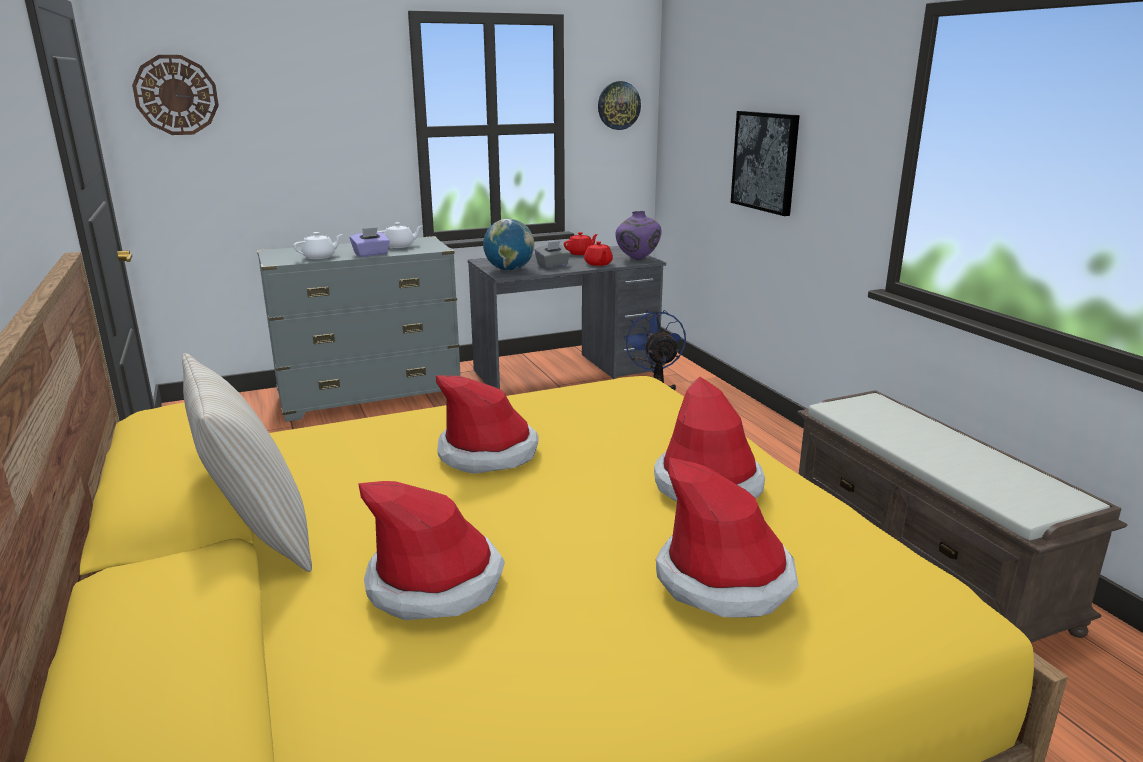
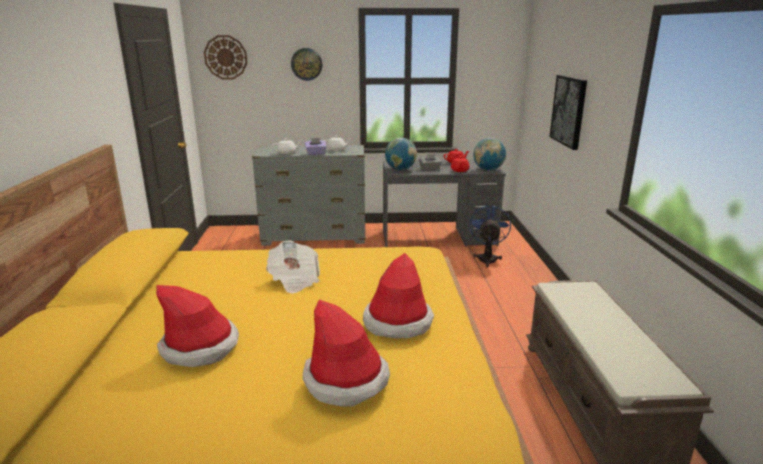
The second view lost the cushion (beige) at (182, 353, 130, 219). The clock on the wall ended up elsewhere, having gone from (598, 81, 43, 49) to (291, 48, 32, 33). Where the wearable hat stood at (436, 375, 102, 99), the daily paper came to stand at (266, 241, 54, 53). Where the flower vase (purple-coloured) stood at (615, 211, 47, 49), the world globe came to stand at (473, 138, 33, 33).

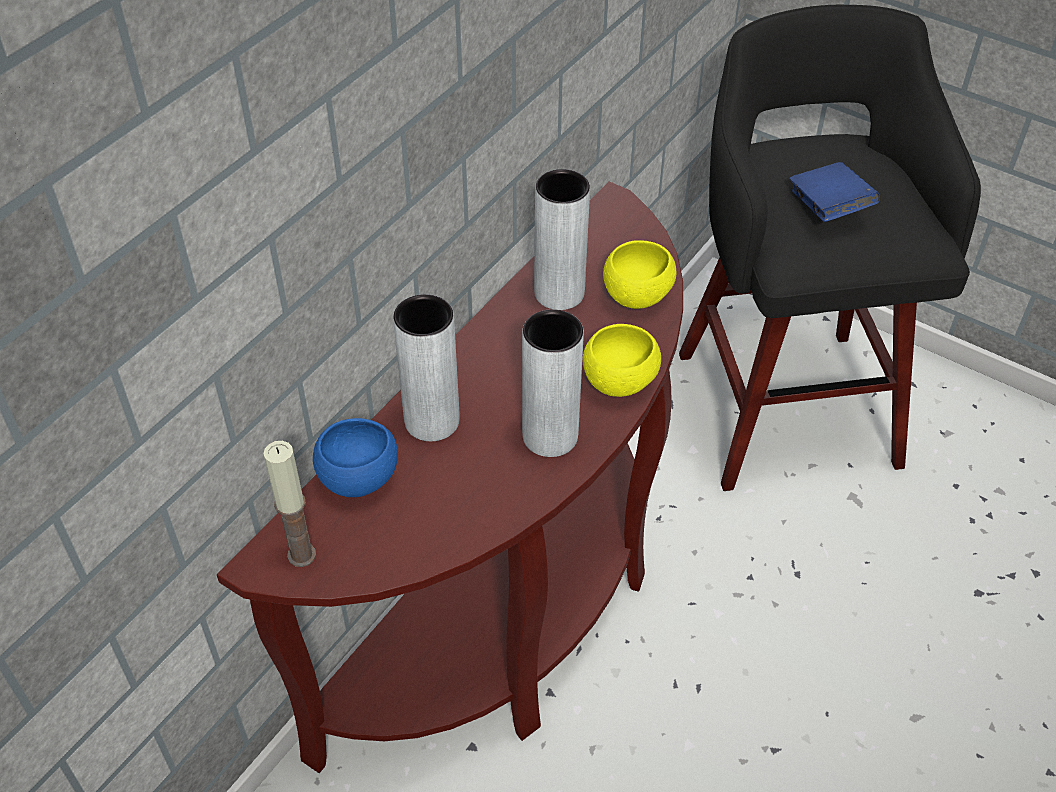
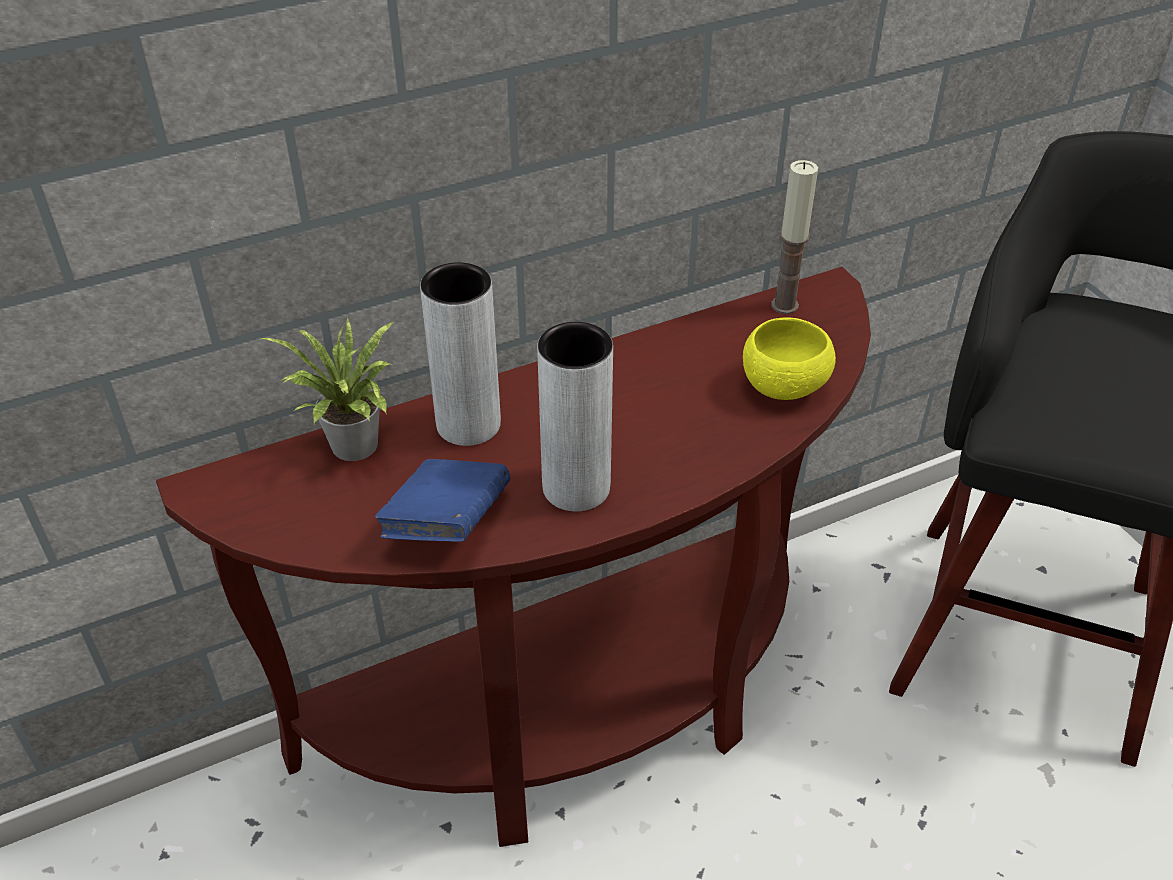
The second view lost the flower vase (greyish) at (534, 169, 56, 141). The second view lost the serving bowl (yellow-coloured) at (583, 324, 78, 73). The candle ended up elsewhere, having gone from (263, 441, 53, 126) to (771, 160, 47, 154). The book (bluish) ended up elsewhere, having gone from (790, 162, 90, 60) to (375, 459, 135, 83). Where the serving bowl (bluish) stood at (313, 418, 85, 79), the plant in a pot came to stand at (261, 317, 132, 144).

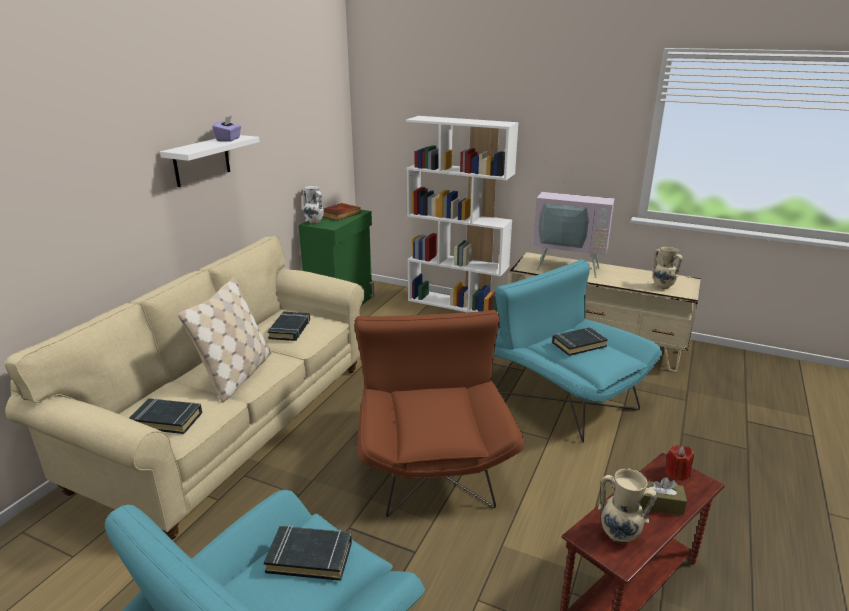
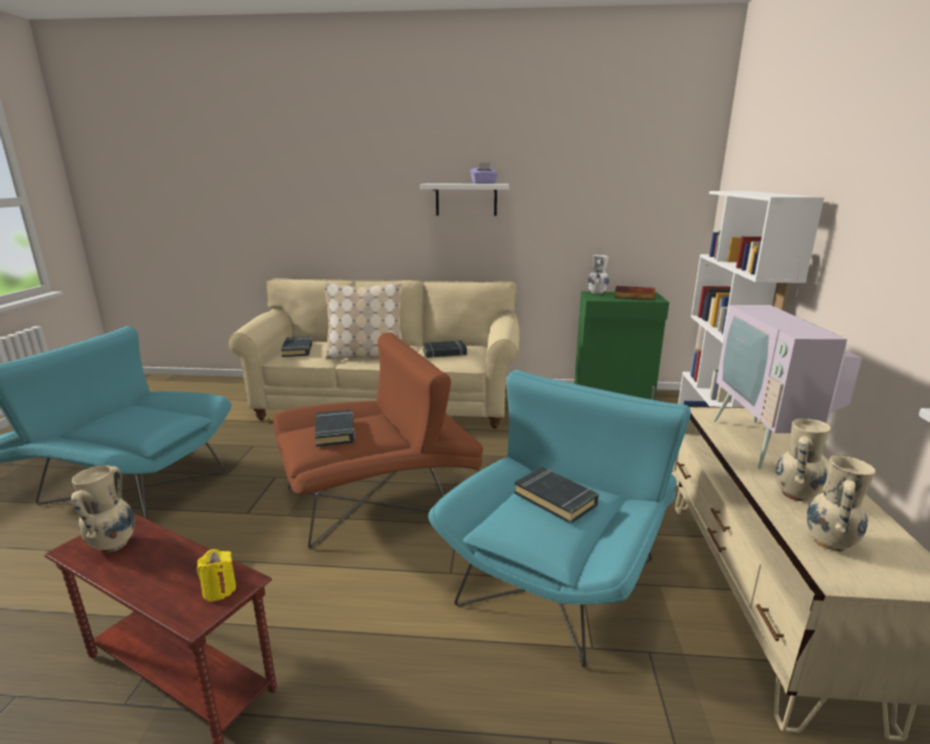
The second view lost the tissue holder (brown-coloured) at (640, 477, 47, 39). The second view gained the flower vase (beige) at (775, 418, 56, 83). The book (black-coloured) ended up elsewhere, having gone from (264, 525, 88, 56) to (315, 410, 40, 37). What was the candle (red) at (666, 445, 28, 35) turned into the candle (yellow-coloured) at (197, 549, 39, 53).

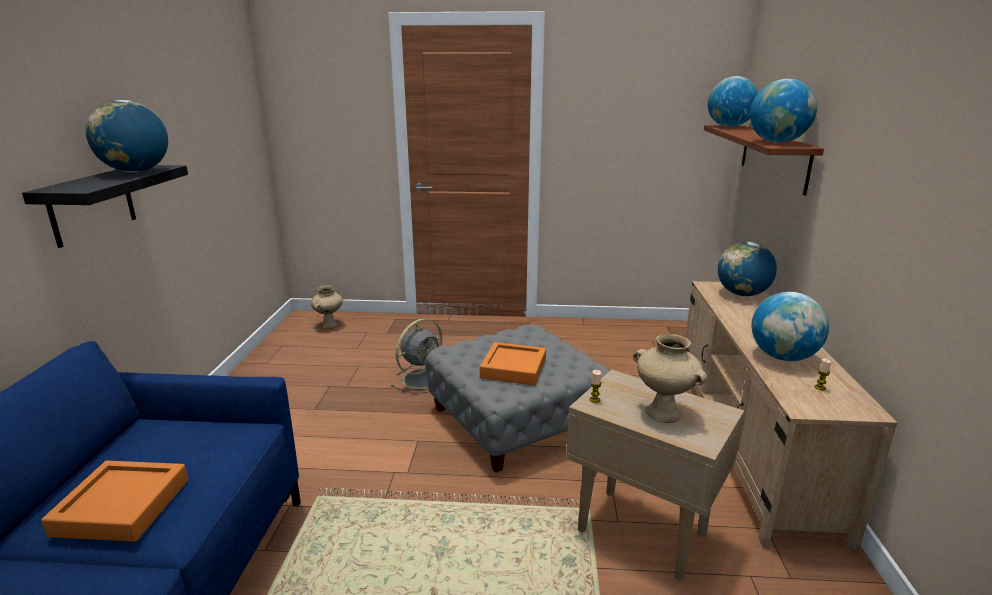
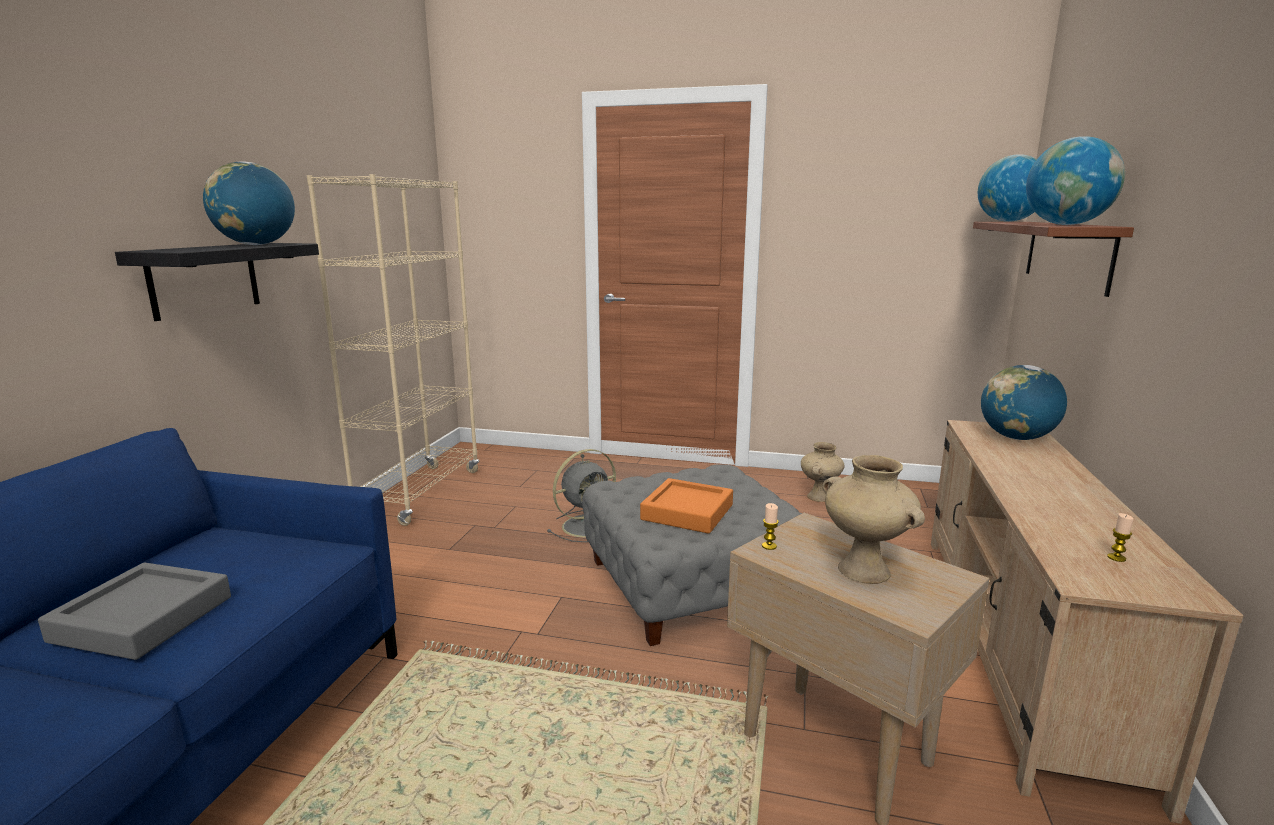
The second view lost the world globe at (751, 292, 78, 69). The second view gained the bookshelf (beige) at (307, 174, 172, 352). The flower vase (beige) ended up elsewhere, having gone from (311, 285, 32, 44) to (801, 442, 44, 60). What was the carrying tray (orange) at (41, 461, 147, 81) turned into the carrying tray (greyish) at (38, 562, 193, 98).

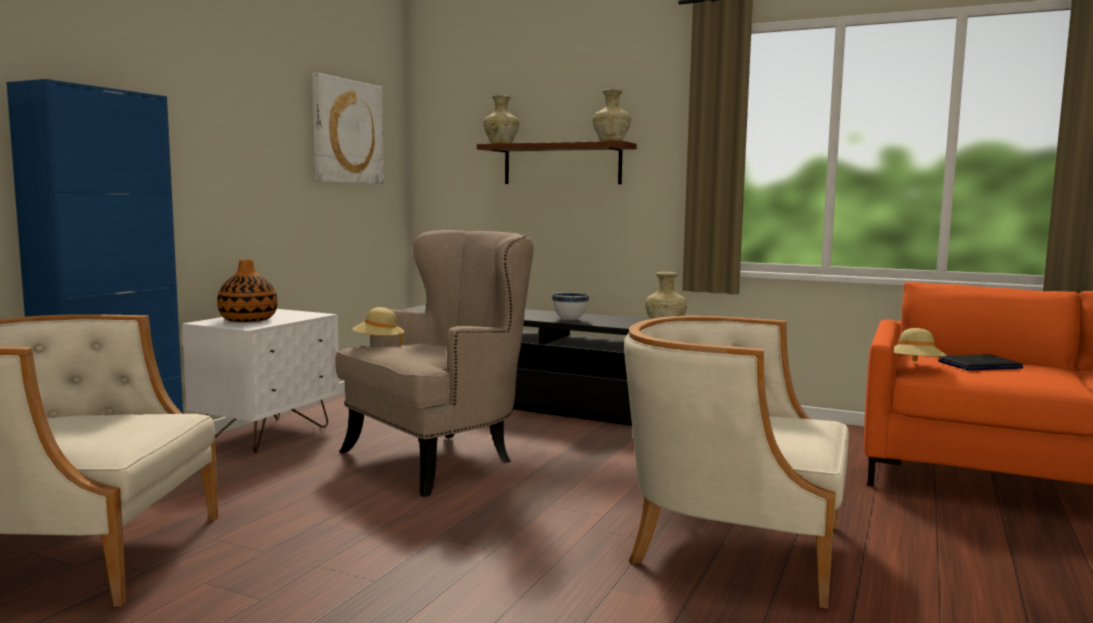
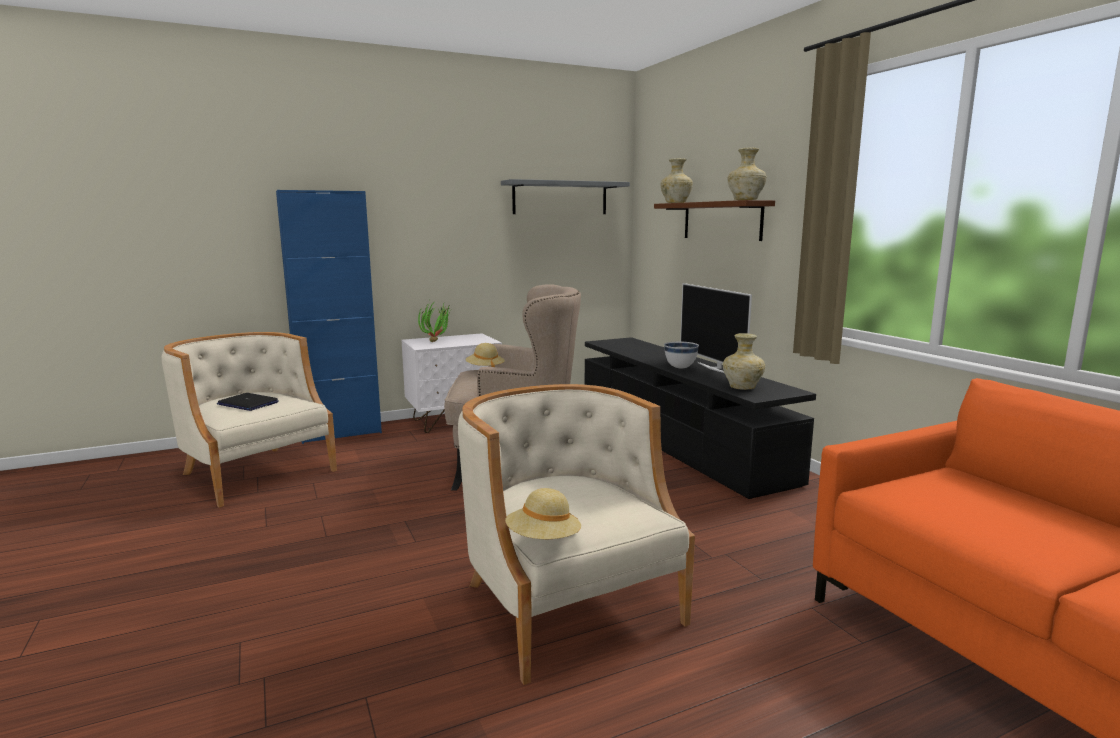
The second view gained the TV at (680, 283, 72, 90). The wearable hat (beige) ended up elsewhere, having gone from (893, 328, 54, 34) to (505, 488, 76, 51). The notebook computer ended up elsewhere, having gone from (938, 354, 85, 17) to (217, 393, 62, 18). Where the flower vase stood at (217, 259, 61, 63), the plant in a pot came to stand at (418, 301, 32, 41). Where the picture hung at (312, 73, 72, 111), the wall shelf (greyish) came to hang at (501, 179, 129, 35).

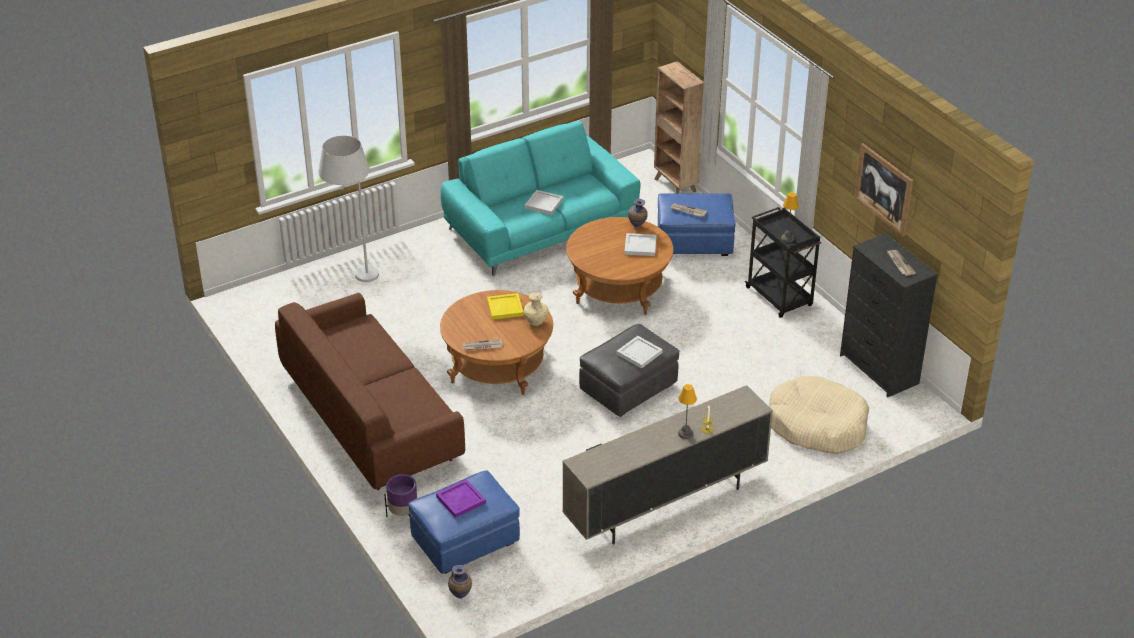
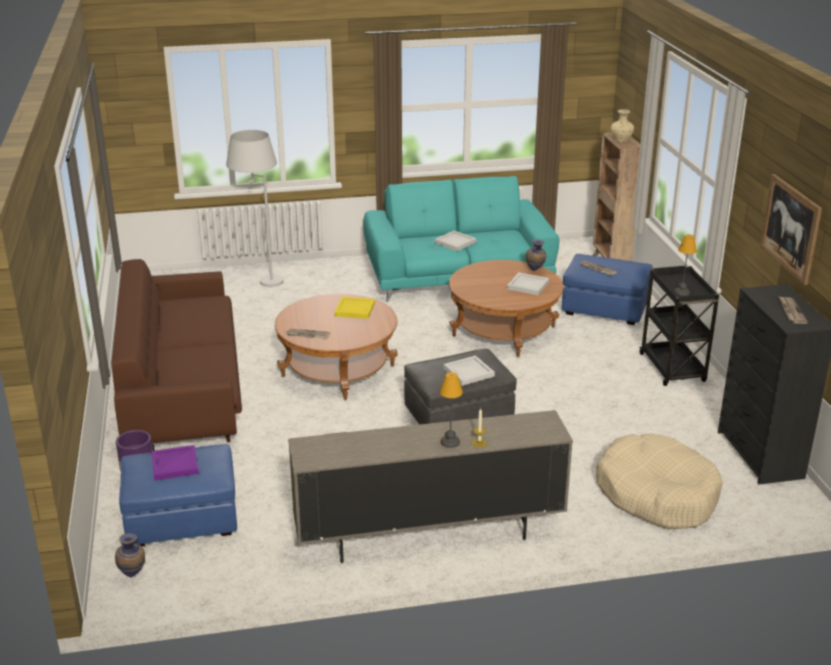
The flower vase (beige) ended up elsewhere, having gone from (524, 292, 24, 34) to (611, 109, 23, 33).

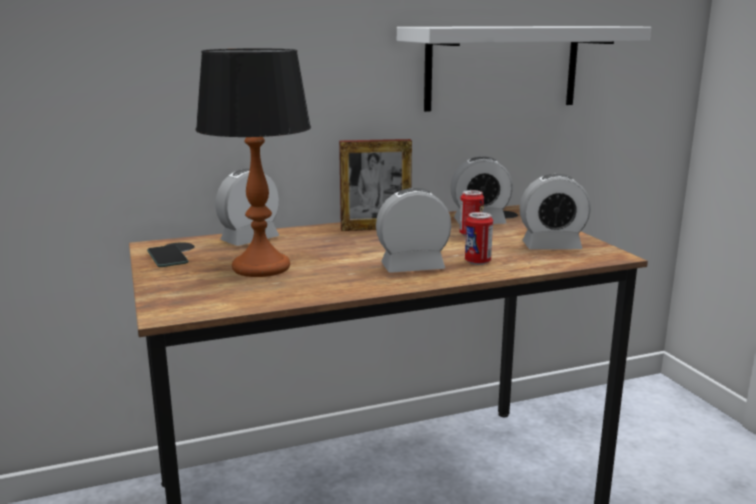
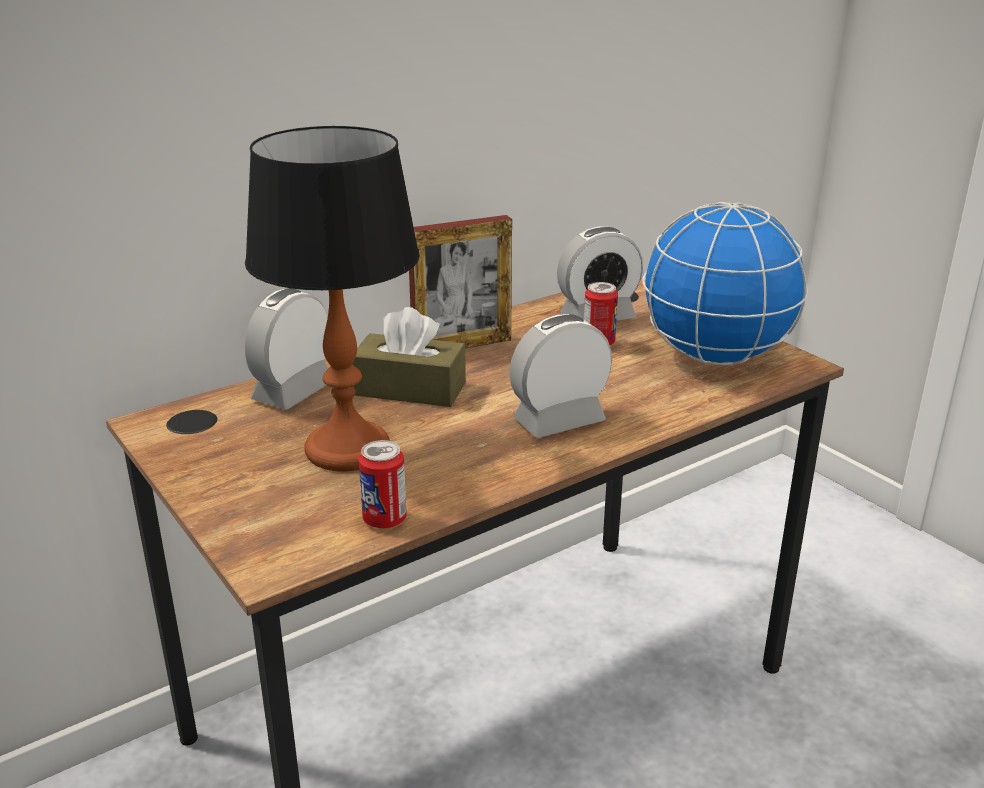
The second view lost the telephone at (147, 245, 41, 22). The second view lost the wall shelf (white-coloured) at (397, 26, 254, 86). The second view gained the tissue holder (brown-coloured) at (352, 307, 114, 100). The sealed can ended up elsewhere, having gone from (465, 212, 28, 53) to (359, 440, 48, 89). Where the table clock stood at (520, 174, 71, 76), the world globe came to stand at (642, 202, 166, 163).

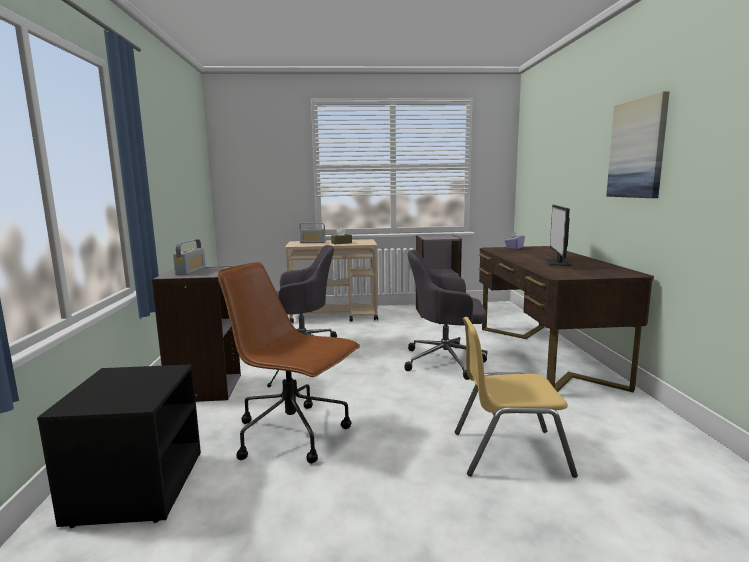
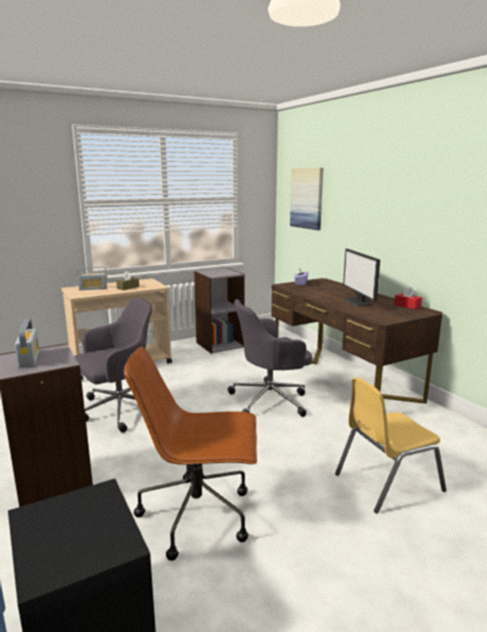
The second view gained the tissue holder (red) at (394, 287, 28, 22). The picture ended up elsewhere, having gone from (606, 91, 64, 107) to (290, 168, 33, 62).

